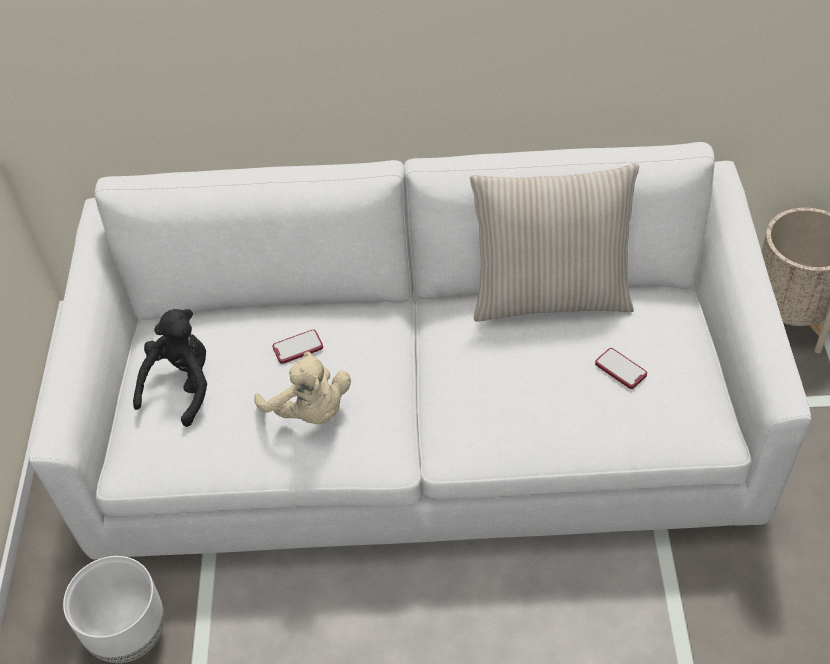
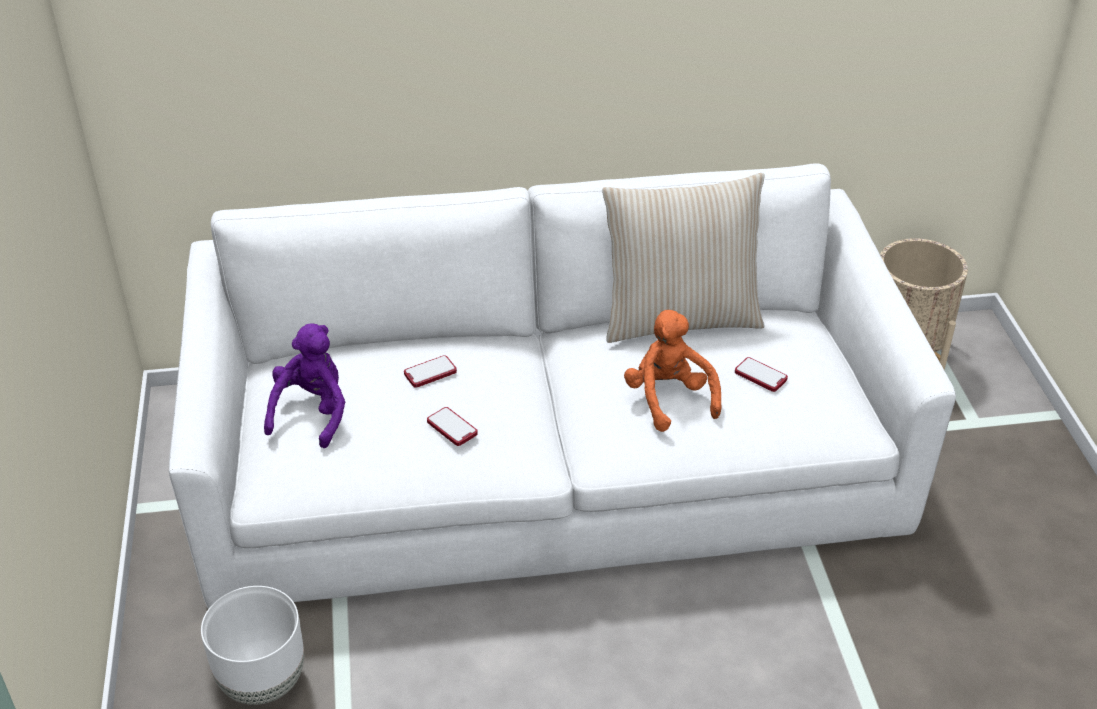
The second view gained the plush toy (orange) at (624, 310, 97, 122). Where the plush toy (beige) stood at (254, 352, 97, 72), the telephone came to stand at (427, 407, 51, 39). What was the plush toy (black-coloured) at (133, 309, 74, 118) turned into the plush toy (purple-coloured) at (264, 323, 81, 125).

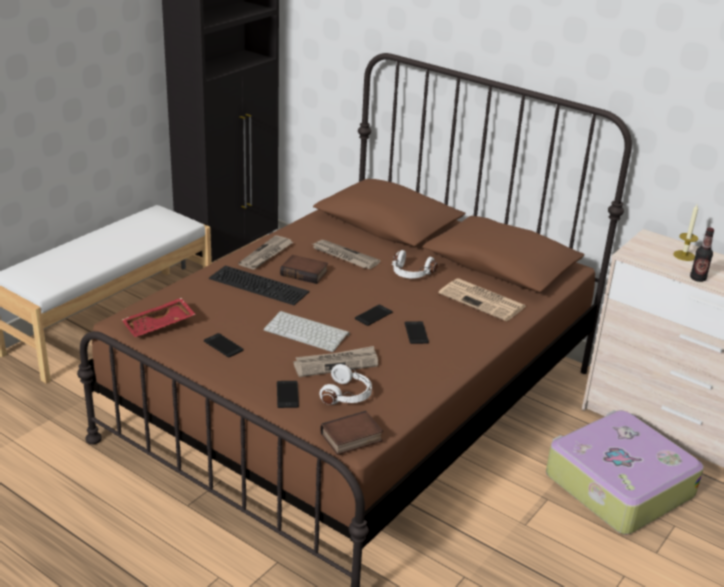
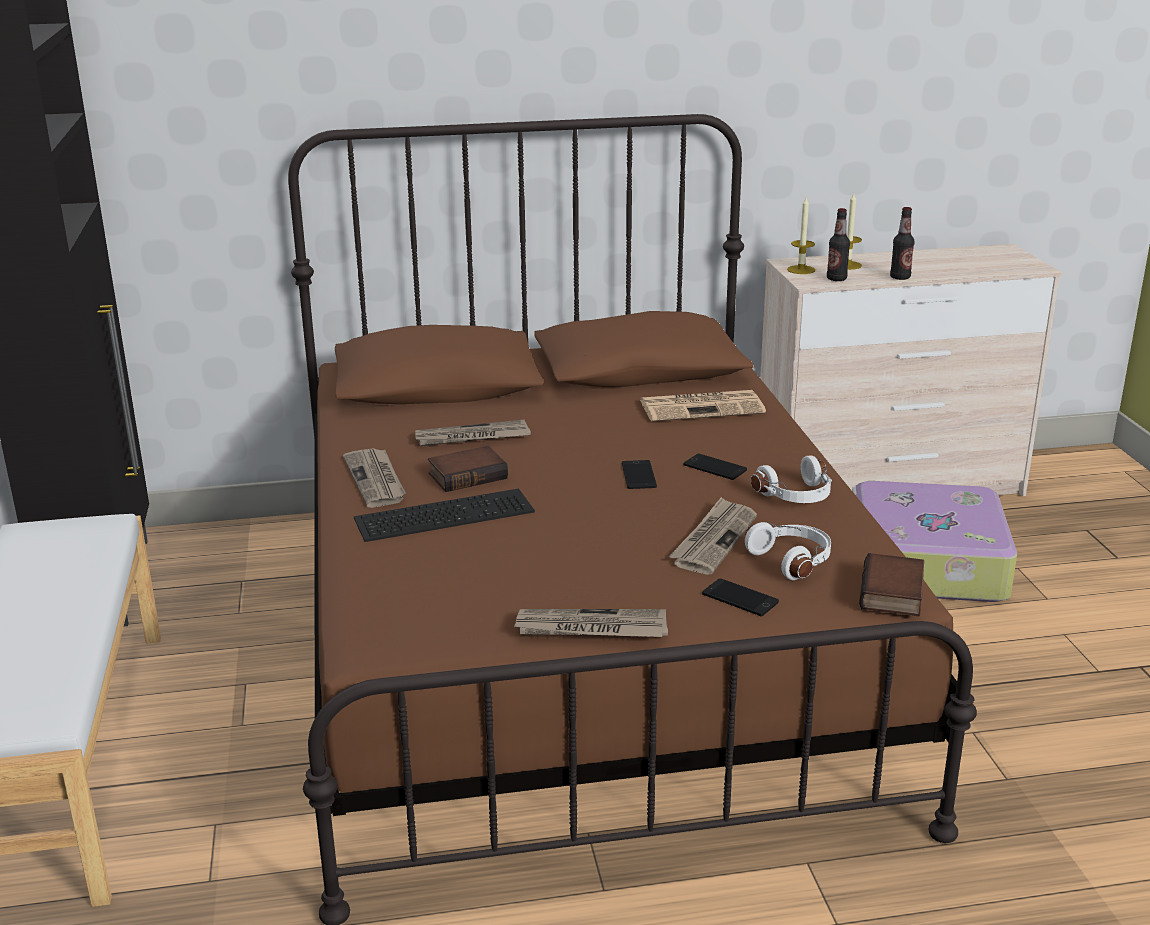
The second view lost the carrying tray (red) at (122, 298, 74, 39). The second view lost the telephone at (204, 333, 39, 25). The second view lost the PC keyboard at (263, 311, 87, 41). The second view gained the daily paper at (513, 609, 155, 28). The second view gained the candle at (787, 197, 28, 77). The second view gained the drink bottle at (827, 208, 23, 73). The headphones (white-coloured) ended up elsewhere, having gone from (392, 250, 46, 29) to (751, 455, 81, 48).

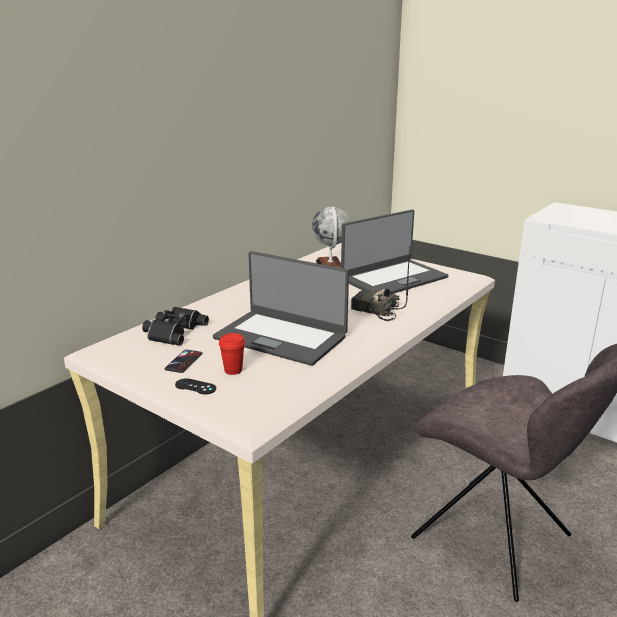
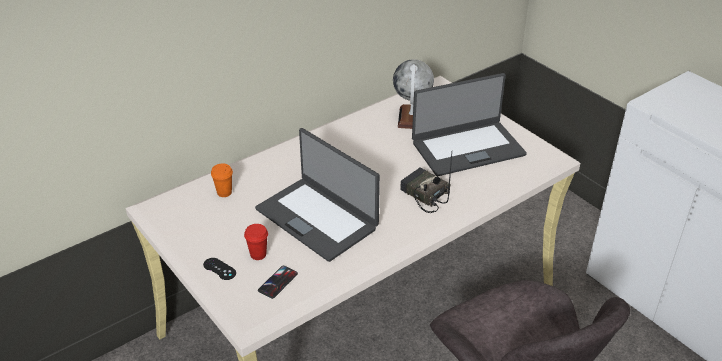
The telephone ended up elsewhere, having gone from (164, 349, 38, 24) to (258, 266, 40, 33). Where the pair of binoculars (black-coloured) stood at (142, 307, 67, 38), the small cup (orange) came to stand at (211, 163, 22, 34).

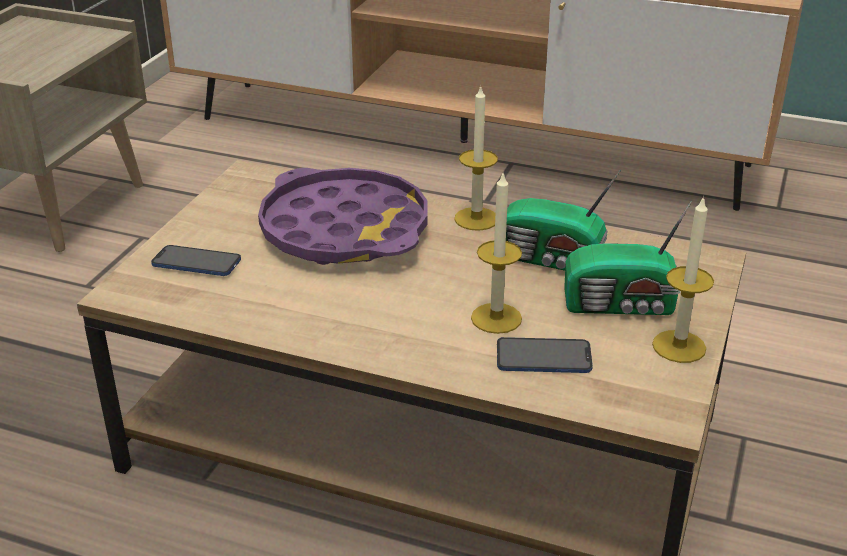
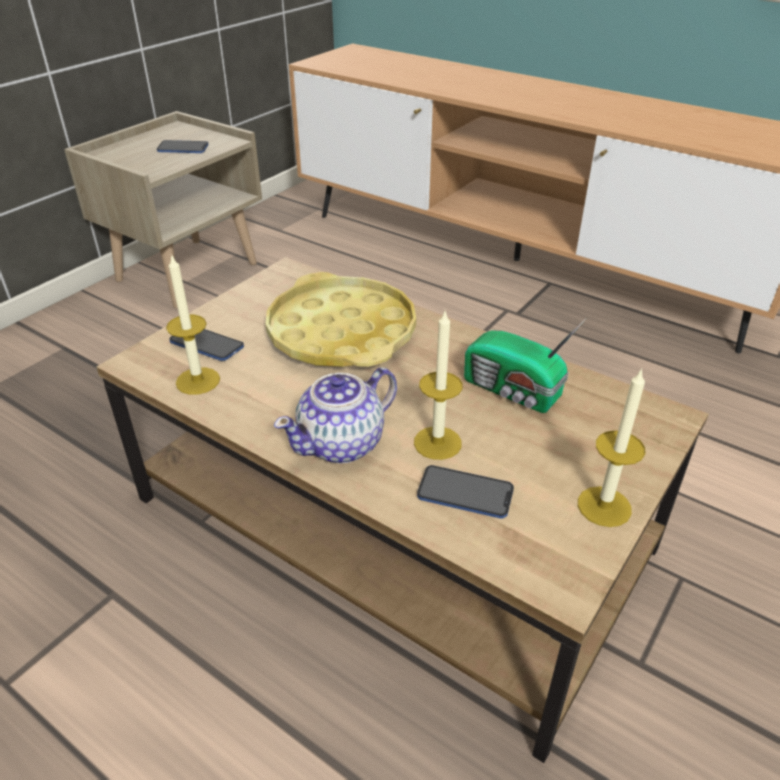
The second view lost the radio at (564, 201, 128, 114). The second view gained the telephone at (157, 140, 51, 13). The second view gained the tea pot at (274, 367, 123, 97). The candle ended up elsewhere, having gone from (454, 84, 44, 147) to (166, 254, 54, 141). What was the carrying tray (purple-coloured) at (258, 168, 170, 97) turned into the carrying tray (yellow-coloured) at (265, 272, 151, 95).

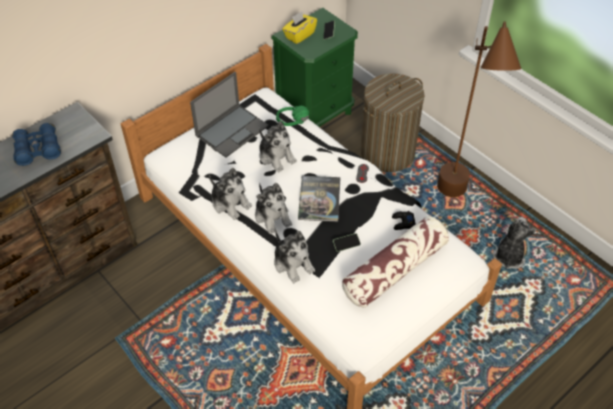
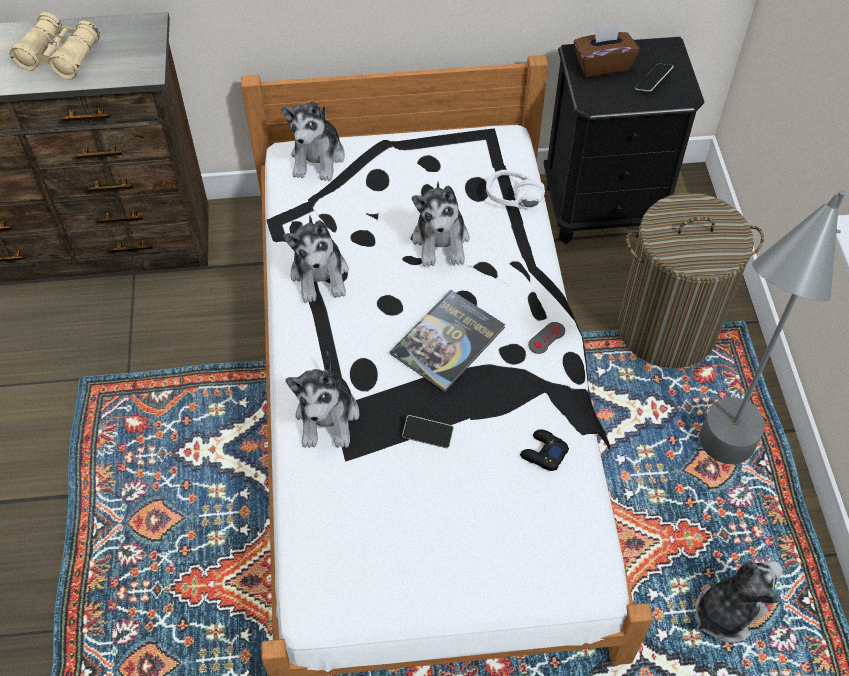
The second view lost the notebook computer at (190, 72, 79, 86). The second view lost the cushion at (342, 216, 107, 92). The plush toy ended up elsewhere, having gone from (255, 183, 37, 51) to (281, 101, 64, 80). What was the pair of binoculars (bluish) at (12, 123, 49, 43) turned into the pair of binoculars (beige) at (10, 12, 90, 67). What was the nightstand (green-coloured) at (271, 8, 87, 119) turned into the nightstand (black-coloured) at (544, 37, 160, 207). What was the headphones (green-coloured) at (276, 106, 33, 20) turned into the headphones (white-coloured) at (486, 170, 59, 39). What was the tissue holder (yellow-coloured) at (282, 11, 35, 33) turned into the tissue holder (brown-coloured) at (574, 25, 65, 52). What was the standing lamp (brown-coloured) at (437, 22, 84, 175) turned into the standing lamp (greyish) at (699, 190, 147, 274).

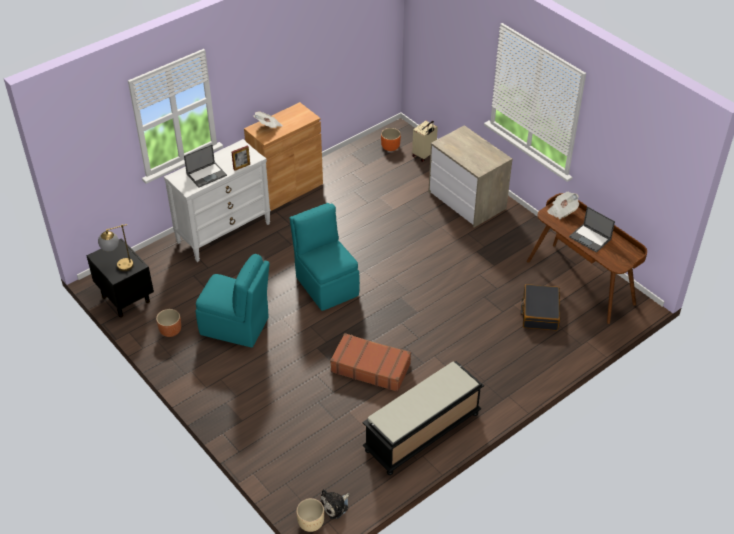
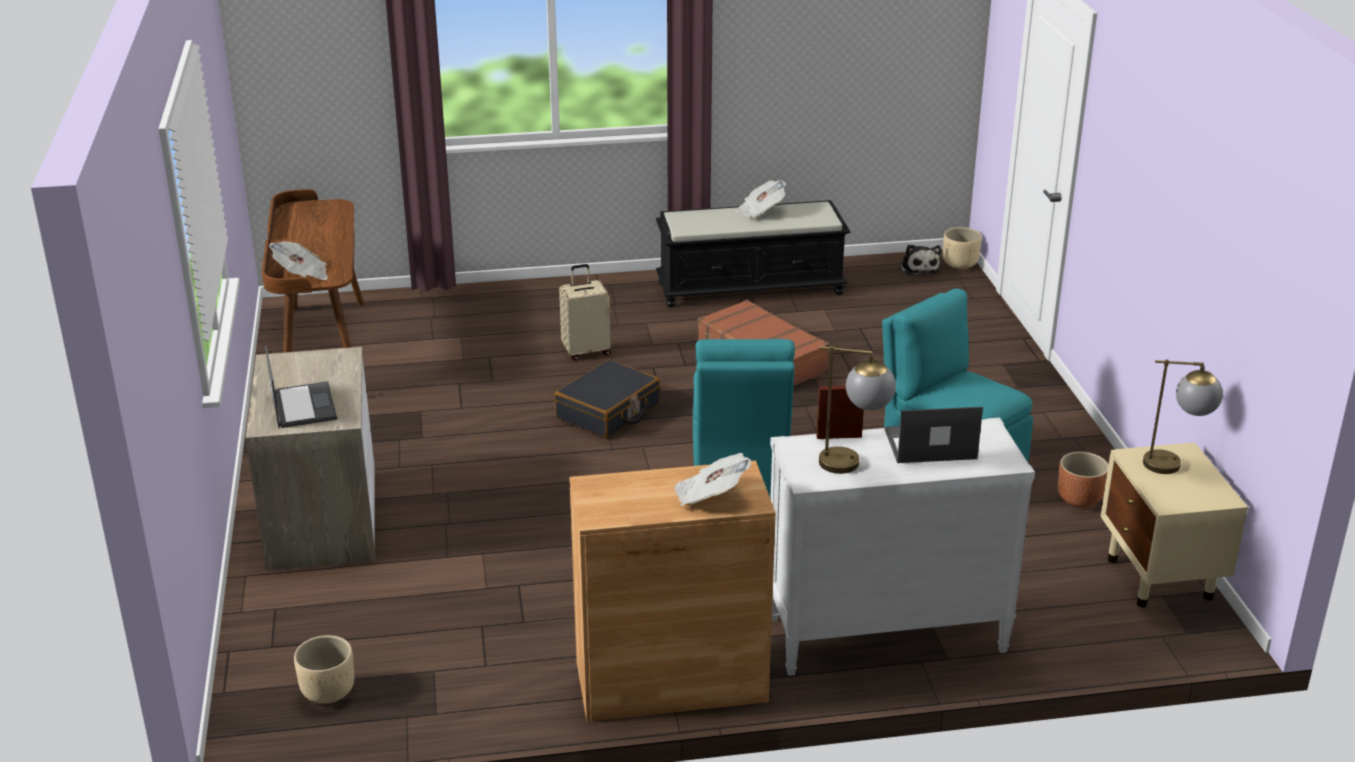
The second view gained the daily paper at (734, 181, 52, 38). The second view gained the lamp for a table at (819, 346, 77, 128). The suitcase (beige) ended up elsewhere, having gone from (412, 121, 26, 41) to (559, 264, 52, 96). The suitcase (black-coloured) ended up elsewhere, having gone from (520, 284, 40, 46) to (554, 359, 106, 79). The notebook computer ended up elsewhere, having gone from (569, 207, 46, 46) to (265, 346, 72, 82). What was the nightstand (black-coloured) at (87, 238, 67, 79) turned into the nightstand (beige) at (1101, 442, 147, 165). What was the plant pot (orange) at (381, 128, 20, 23) turned into the plant pot (beige) at (294, 635, 60, 69). The plush toy at (321, 489, 29, 30) ended up facing another way, 90 degrees clockwise from before.

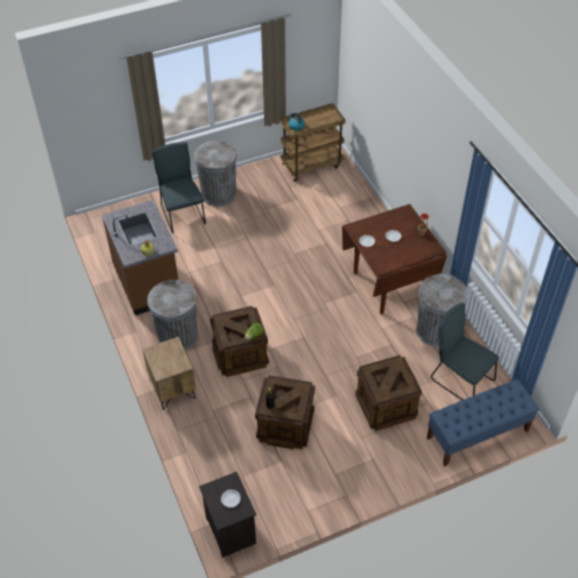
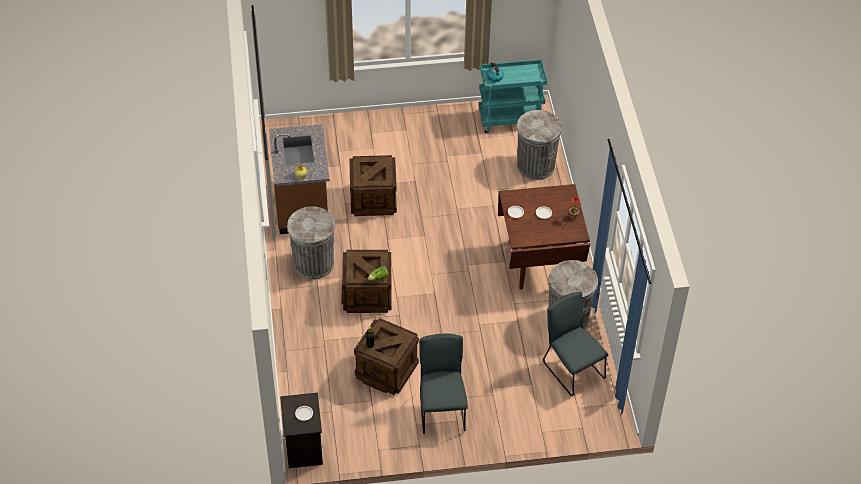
The second view lost the nightstand (brown-coloured) at (142, 337, 54, 73). The second view lost the long seat (bluish) at (427, 379, 112, 87). The upright chair (greyish) ended up elsewhere, having gone from (152, 142, 54, 91) to (419, 334, 49, 100). The waste bin (greyish) ended up elsewhere, having gone from (194, 140, 43, 66) to (517, 110, 45, 70). The crate ended up elsewhere, having gone from (355, 355, 67, 76) to (350, 155, 47, 61). What was the trolley (brown-coloured) at (280, 103, 65, 79) turned into the trolley (blue-green) at (478, 59, 69, 74).

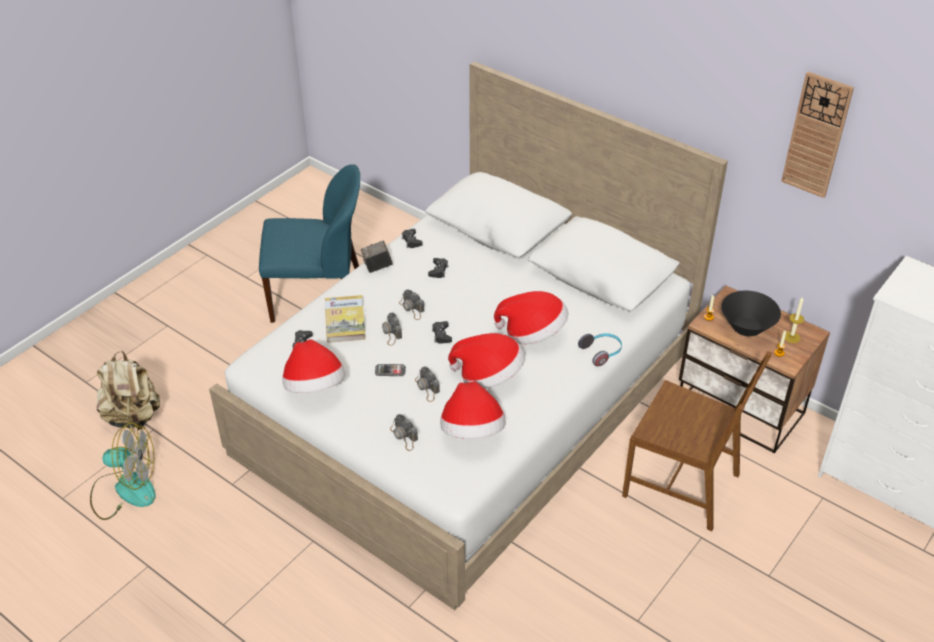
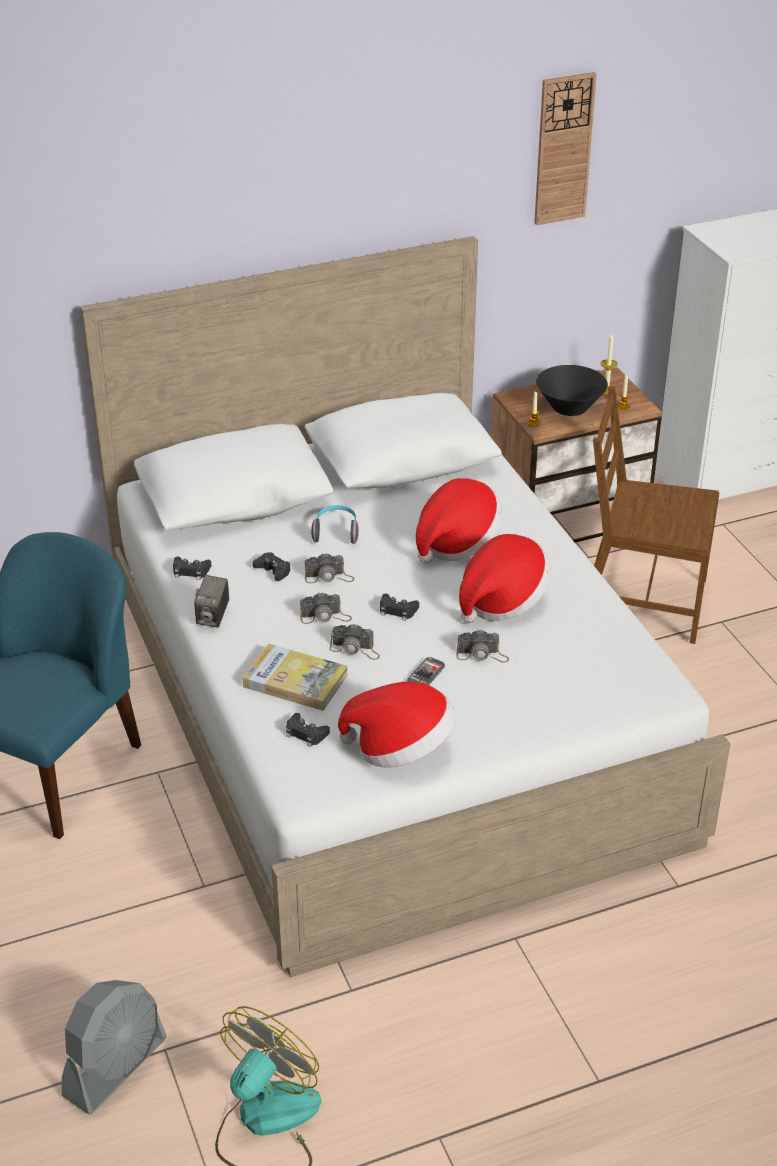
The second view lost the wearable hat at (440, 381, 66, 58). The still camera ended up elsewhere, having gone from (390, 414, 28, 37) to (305, 553, 49, 30). The headphones ended up elsewhere, having gone from (578, 333, 44, 33) to (311, 505, 48, 39). Where the rucksack (beige) stood at (97, 351, 63, 81), the electric fan (greyish) came to stand at (62, 980, 105, 135). The upright chair (brown-coloured) at (622, 351, 150, 180) ended up facing another way, 135 degrees counterclockwise from before.

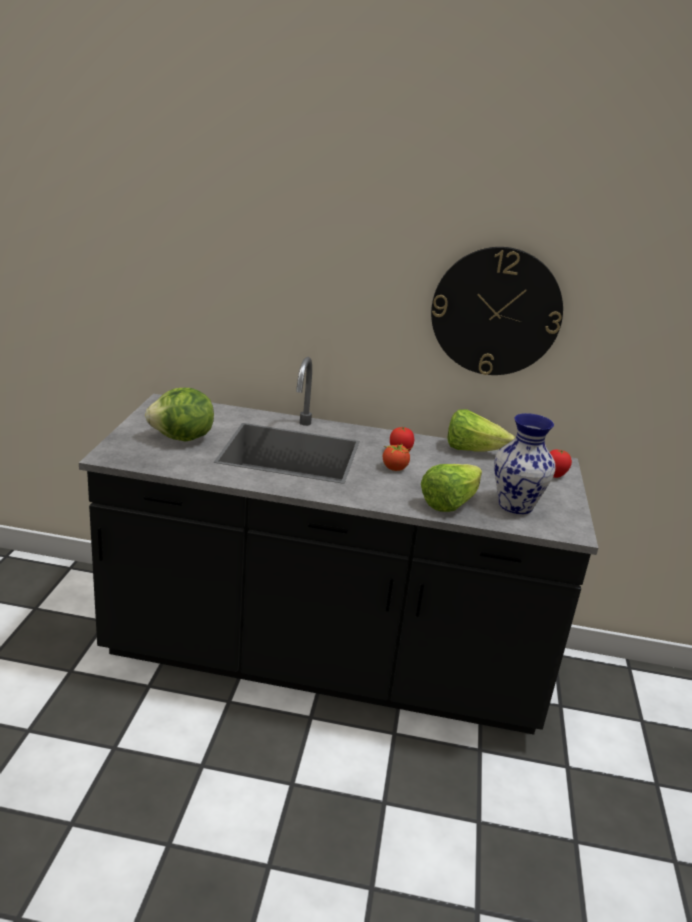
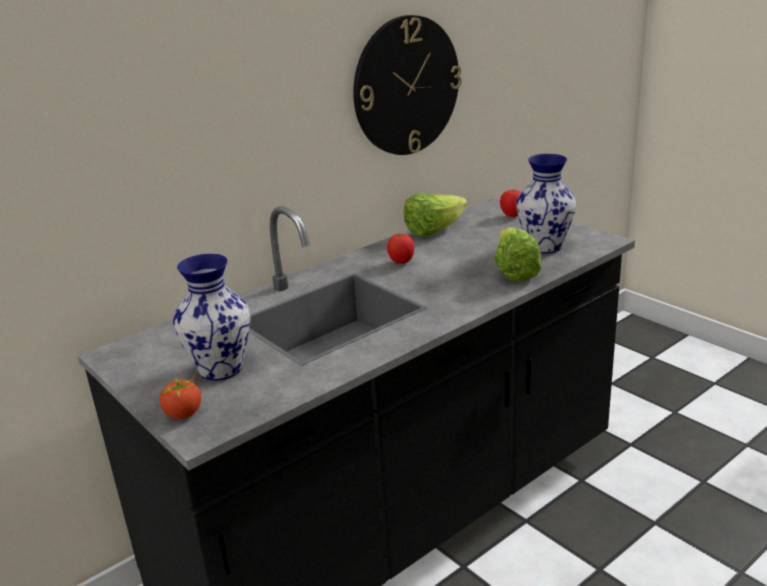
The fresh tomato ended up elsewhere, having gone from (383, 443, 30, 28) to (156, 373, 45, 46). Where the lettuce stood at (145, 388, 69, 54), the flower vase came to stand at (173, 254, 78, 127).

